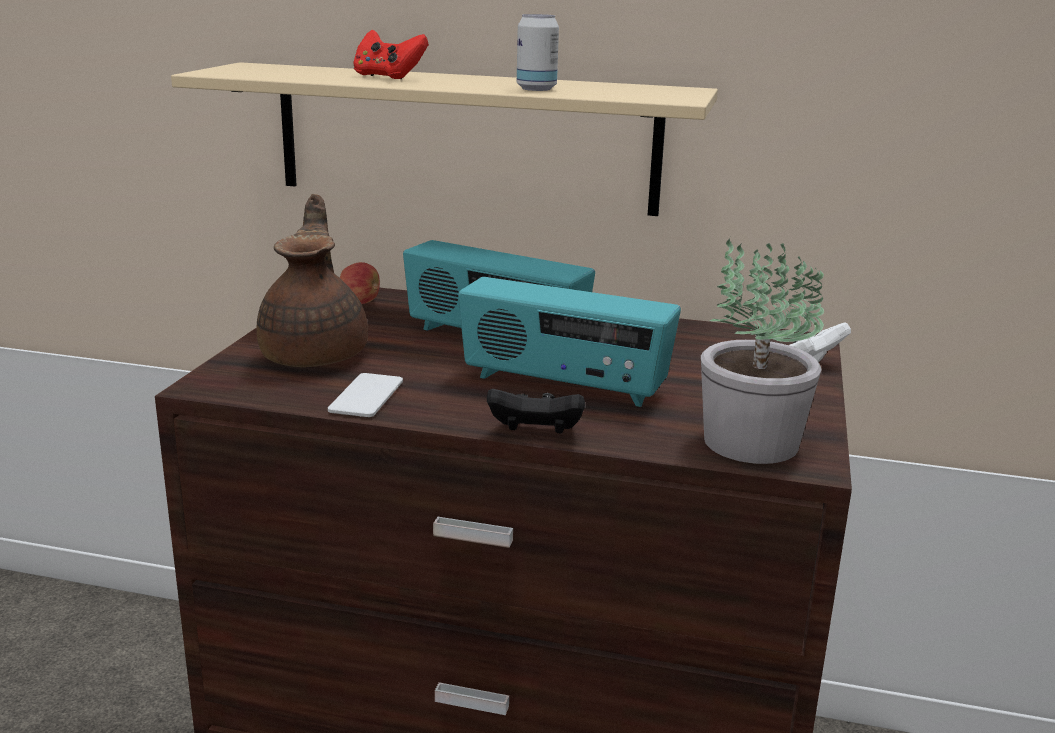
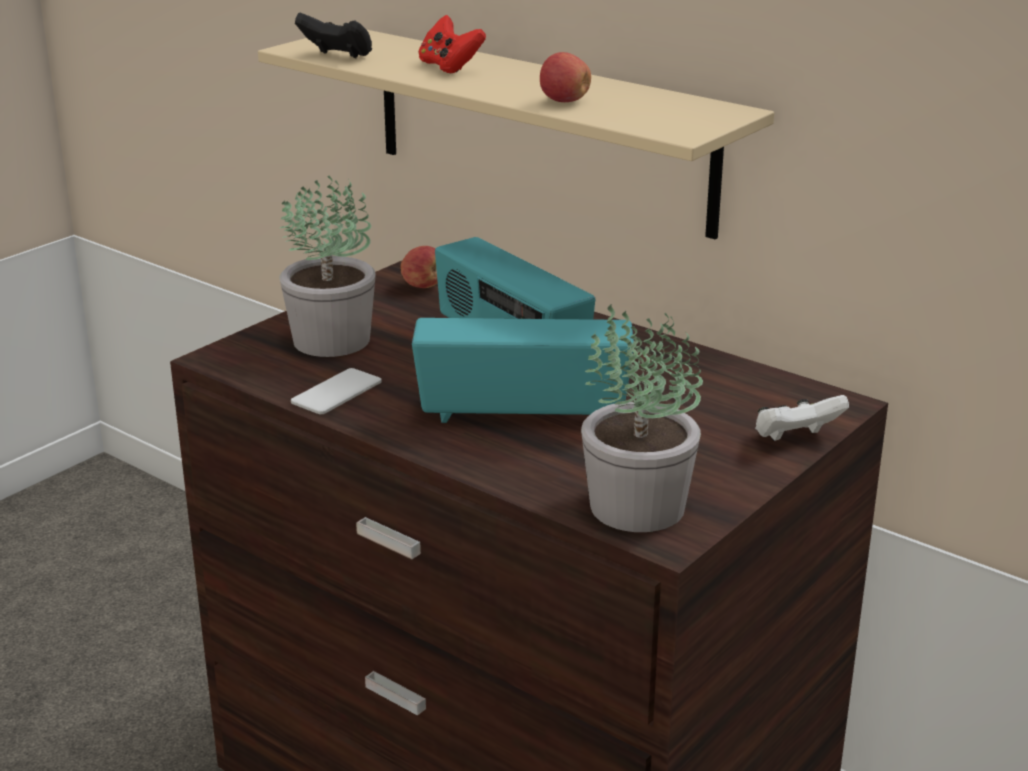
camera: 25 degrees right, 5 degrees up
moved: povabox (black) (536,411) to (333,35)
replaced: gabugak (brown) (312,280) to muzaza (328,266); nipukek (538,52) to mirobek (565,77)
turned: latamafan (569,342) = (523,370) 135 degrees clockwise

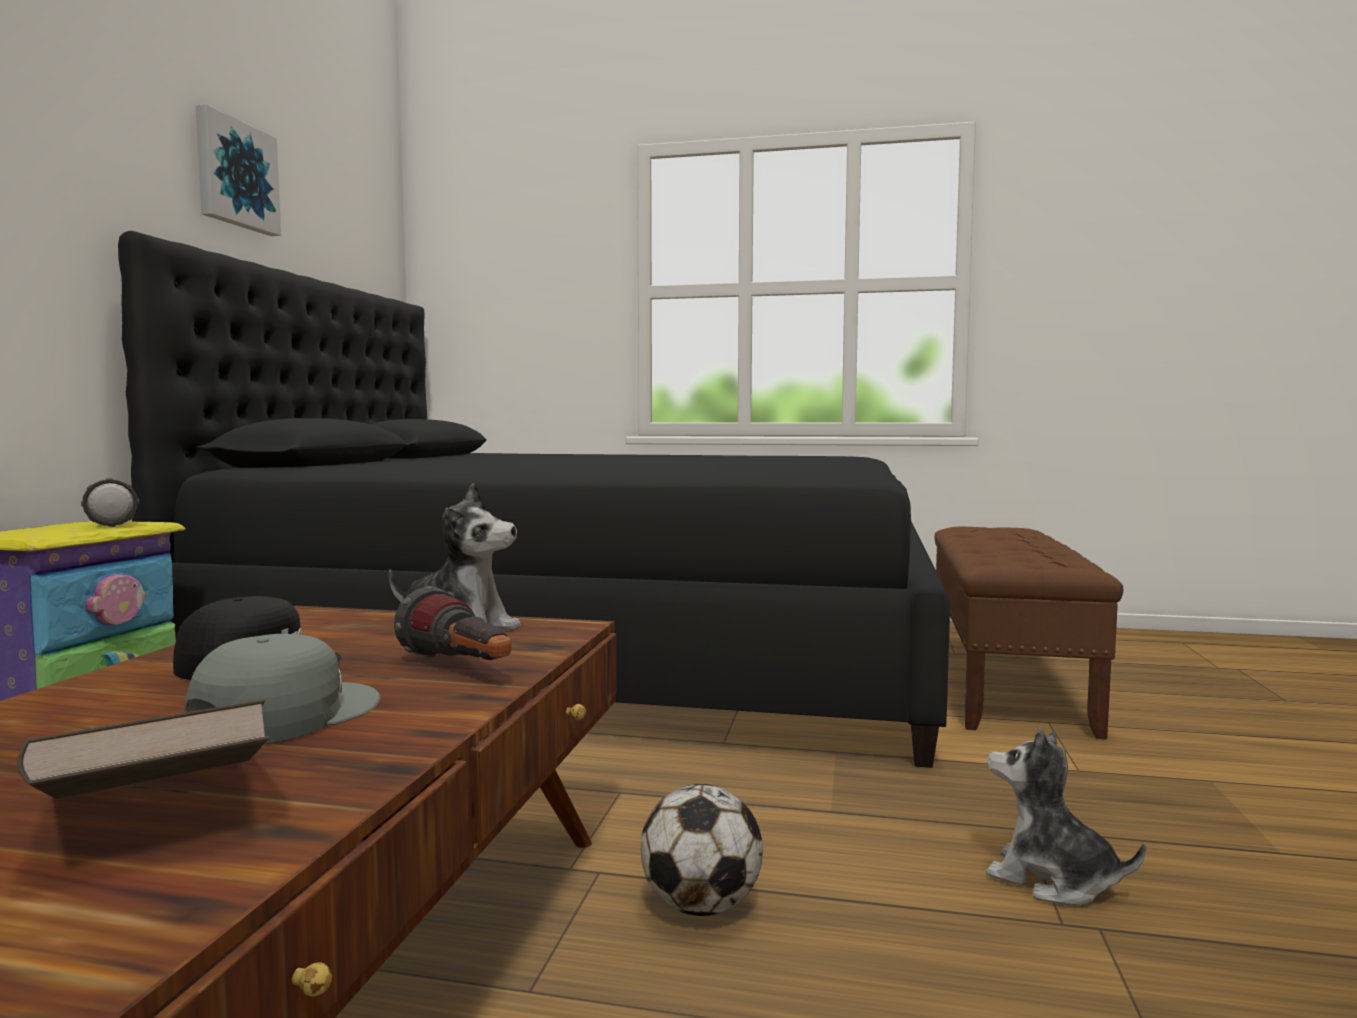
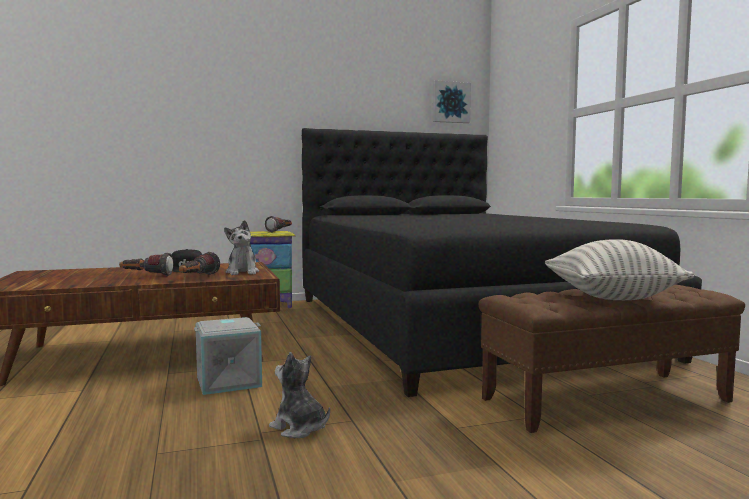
camera: 60 degrees right, 0 degrees up
removed: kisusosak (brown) (143,749)
added: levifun (619,269)
moved: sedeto (238,170) to (451,101)
replaced: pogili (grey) (282,689) to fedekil (146,264); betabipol (701,850) to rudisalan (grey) (228,356)
turned: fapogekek (1066,817) = (299,395) 60 degrees counterclockwise

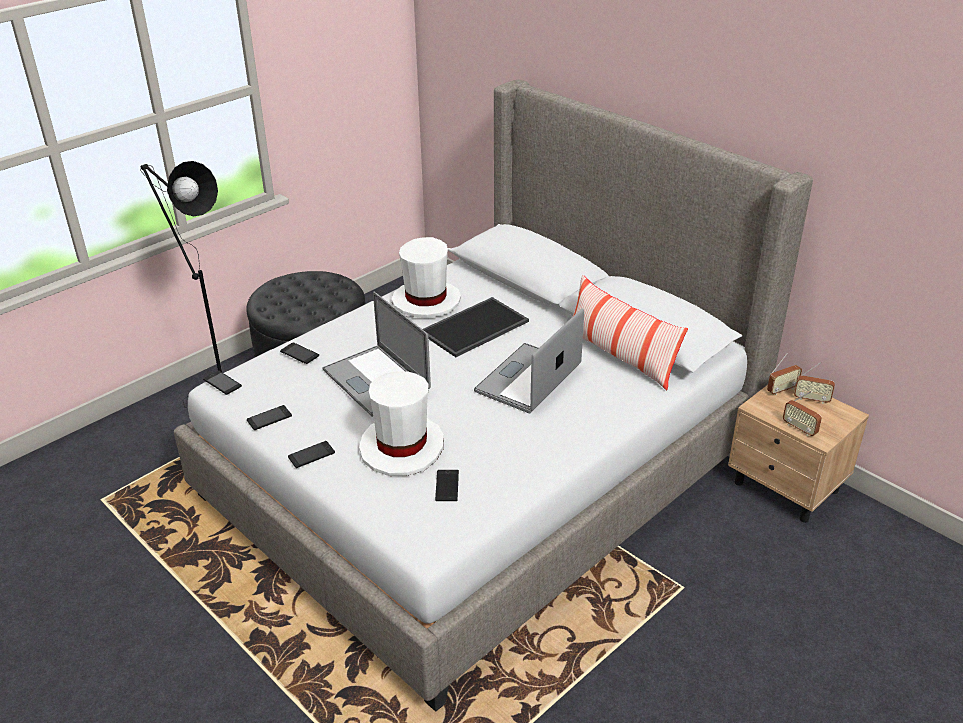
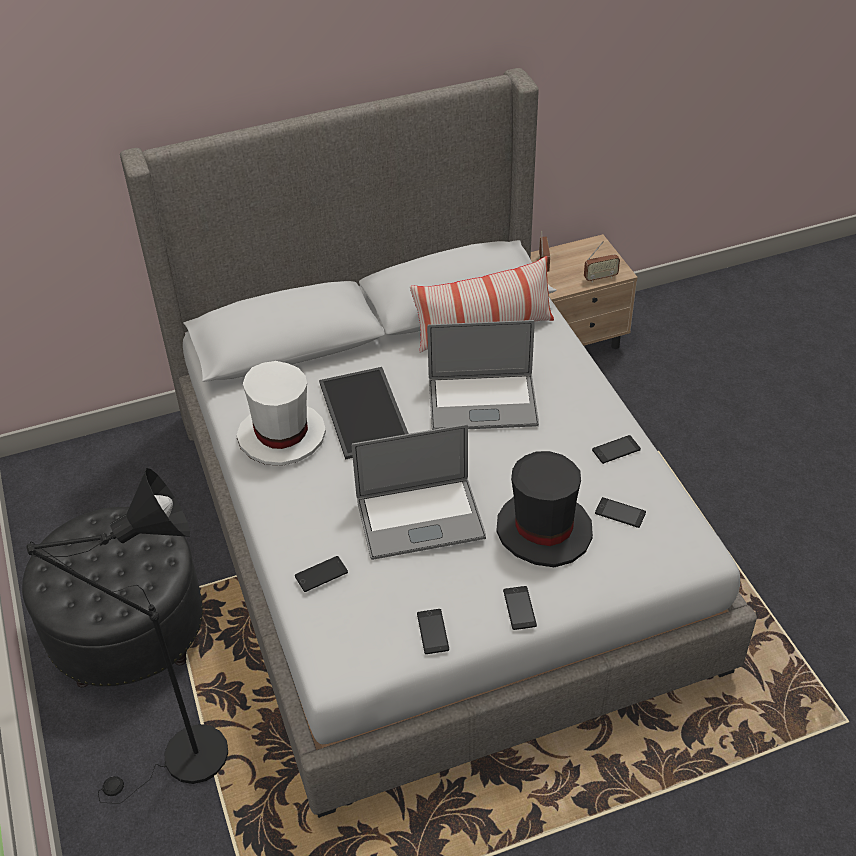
camera: 65 degrees left, 10 degrees up
removed: latamafan (814,383)
moved: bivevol (222,382) to (616,449)
recoloured: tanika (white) (401,423) to tanika (black) (545,509)
turned: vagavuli (529,360) = (483,375) 60 degrees counterclockwise

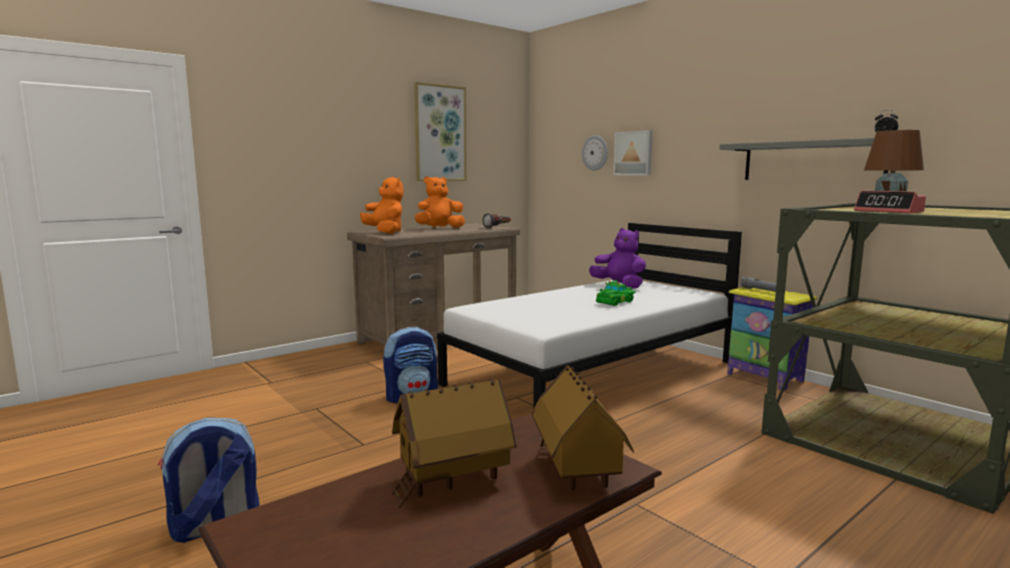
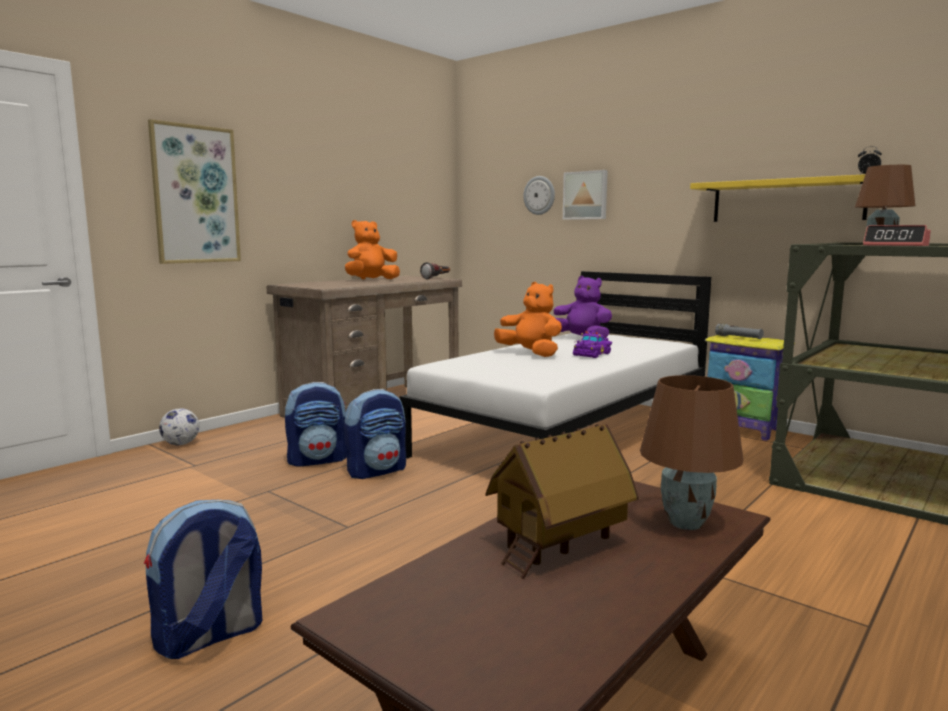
camera: 10 degrees left, 0 degrees up
added: betabipol (179,426); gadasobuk (316,424)
moved: fapogekek (orange) (382,205) to (528,319); sedeto (440,131) to (194,191)
replaced: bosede (583,427) to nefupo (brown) (691,452)
recoloured: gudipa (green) (615,293) to gudipa (purple) (592,344); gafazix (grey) (803,159) to gafazix (yellow) (779,198)

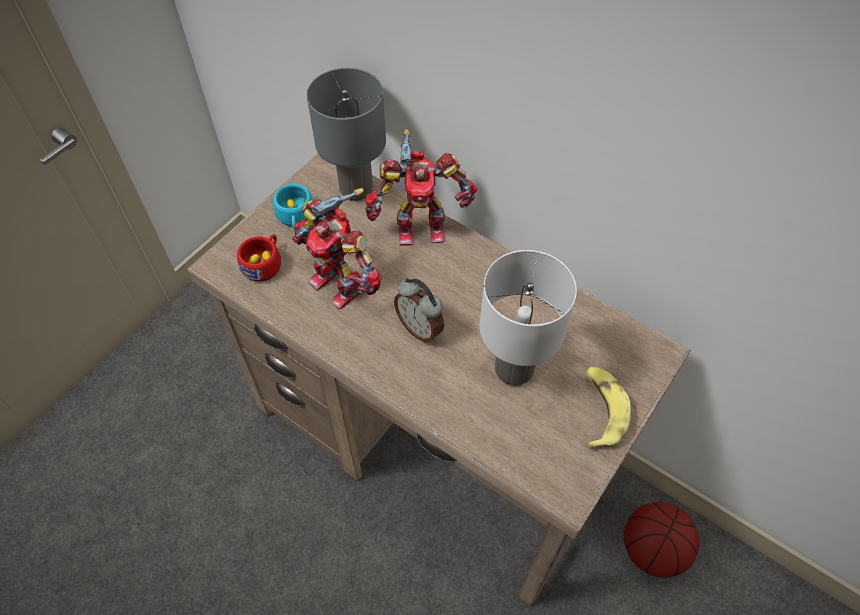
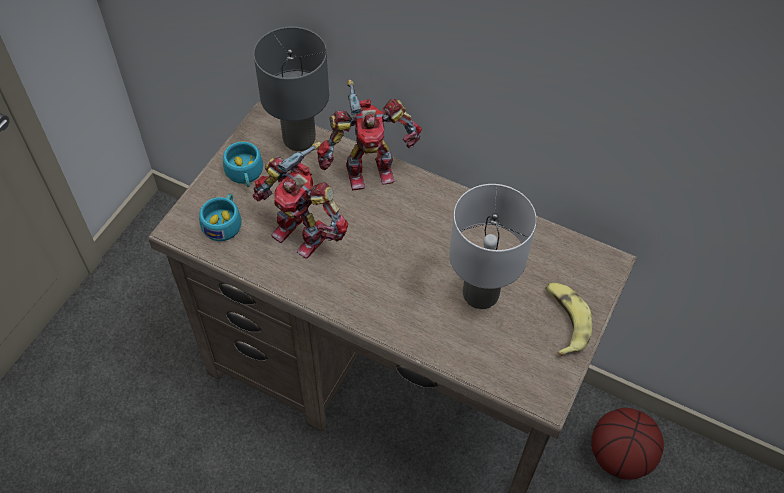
camera: 10 degrees left, 0 degrees up
removed: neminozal (419,310)
recoloured: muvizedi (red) (259,258) to muvizedi (turquoise) (220,217)

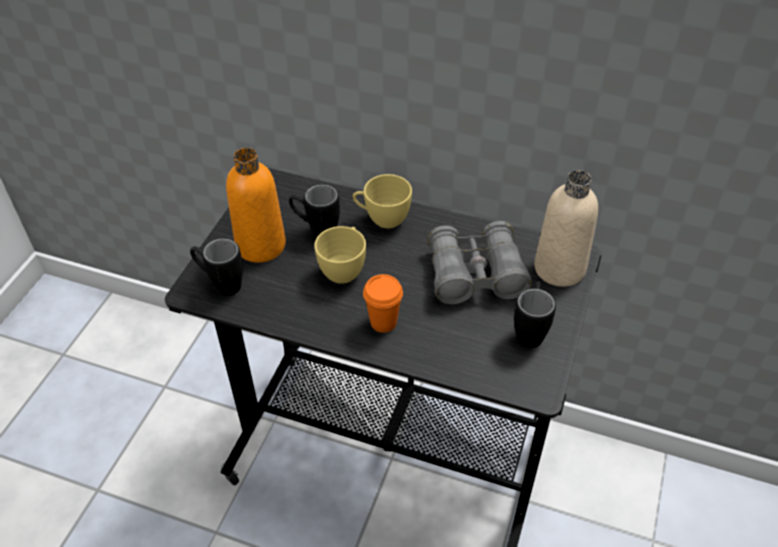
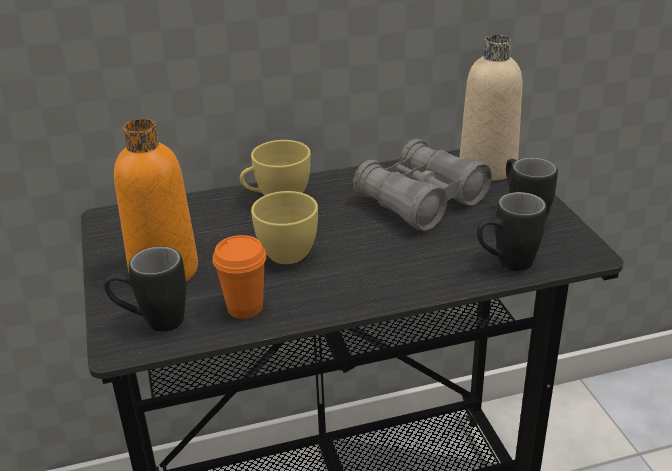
camera: 35 degrees left, 15 degrees down
moved: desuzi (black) (314,210) to (512,231); muvizedi (orange) (383,303) to (240,277)

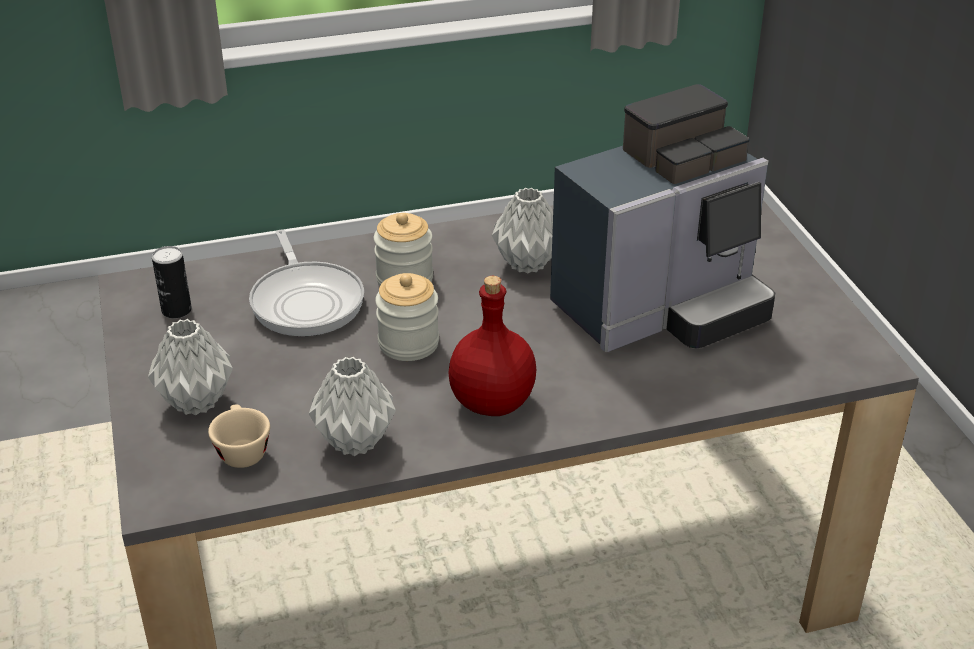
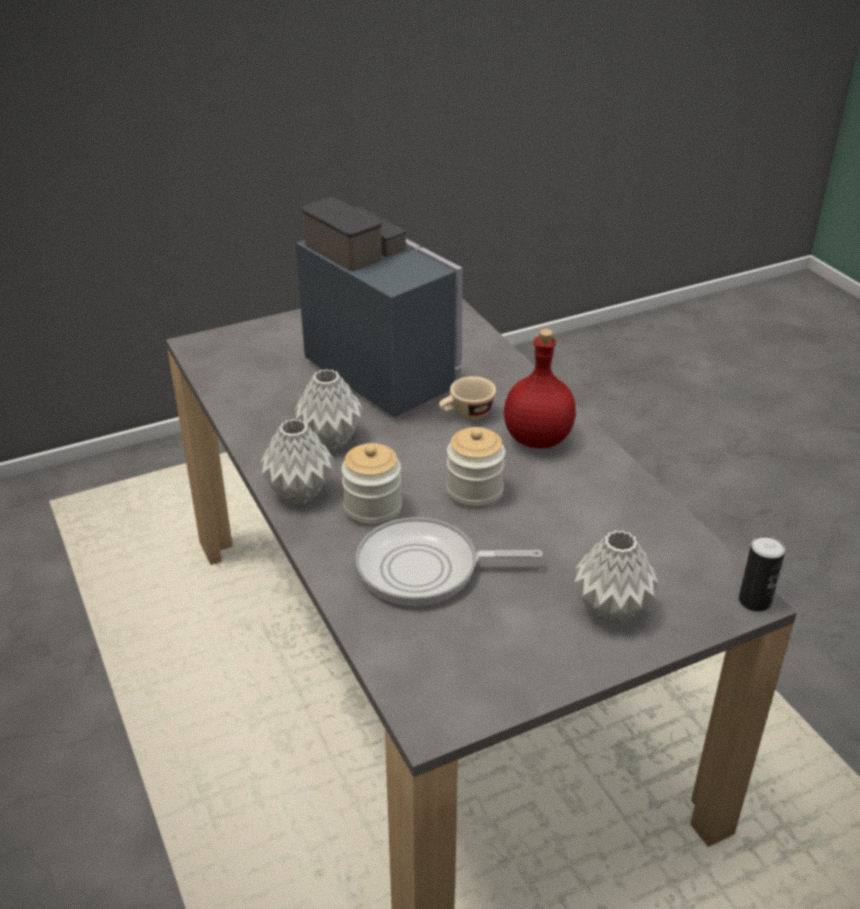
camera: 100 degrees left, 0 degrees up
moved: nipukek (172,282) to (762,573); muvizedi (beige) (239,436) to (467,398); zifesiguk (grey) (352,406) to (296,462)
turned: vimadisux (306,283) = (449,561) 150 degrees counterclockwise

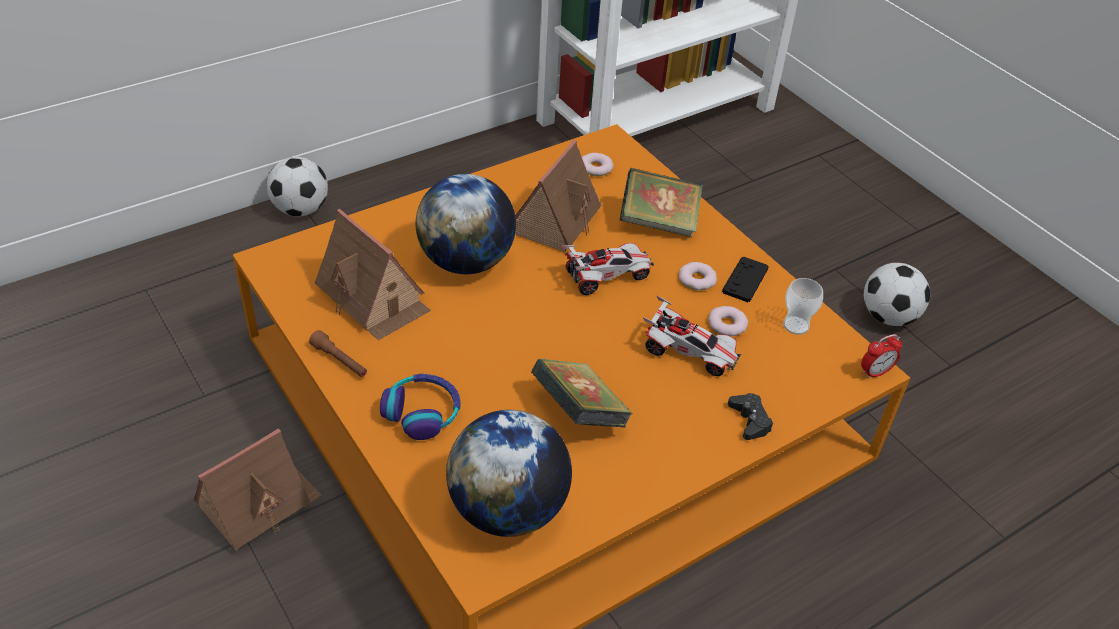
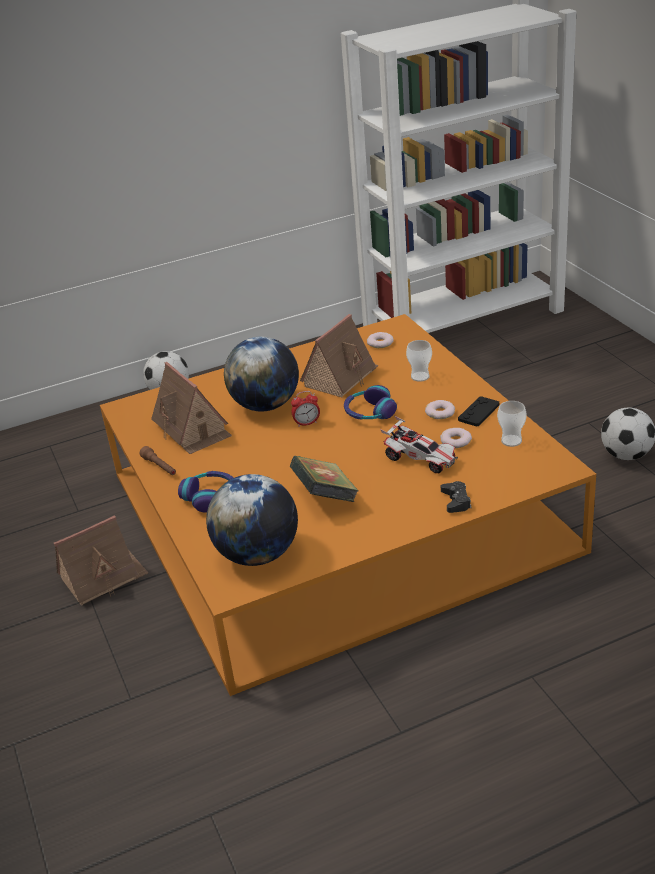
camera: 15 degrees right, 10 degrees down
moved: neminozal (881,356) to (305,409)
replaced: gudipa (608,269) to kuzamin (370,402); kisusosak (661,202) to muvizedi (419,361)

